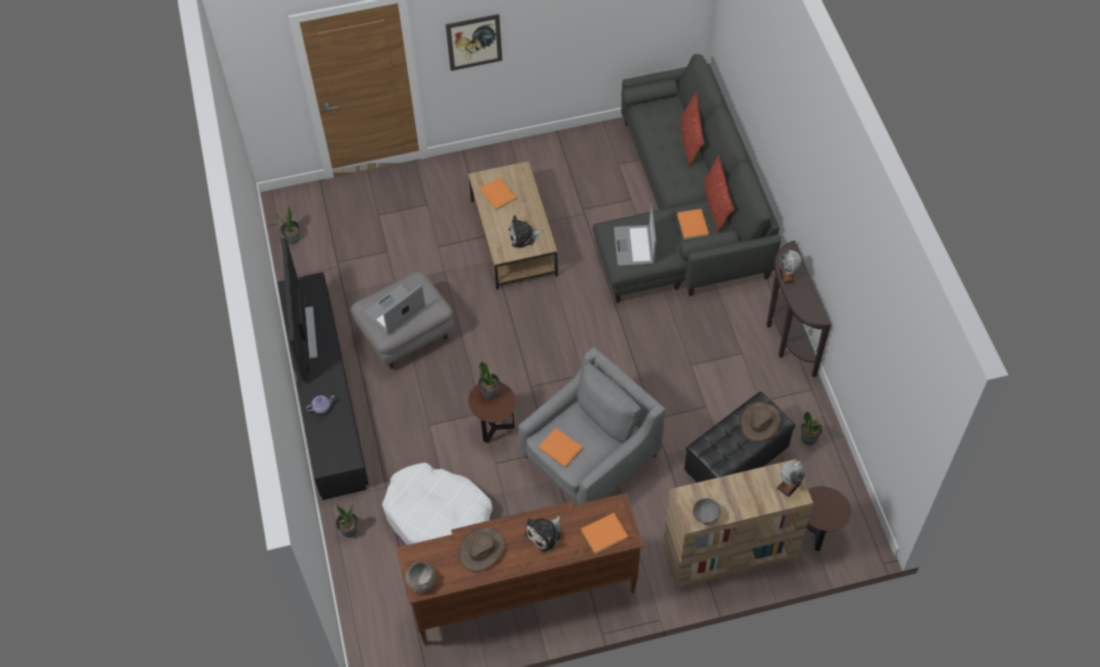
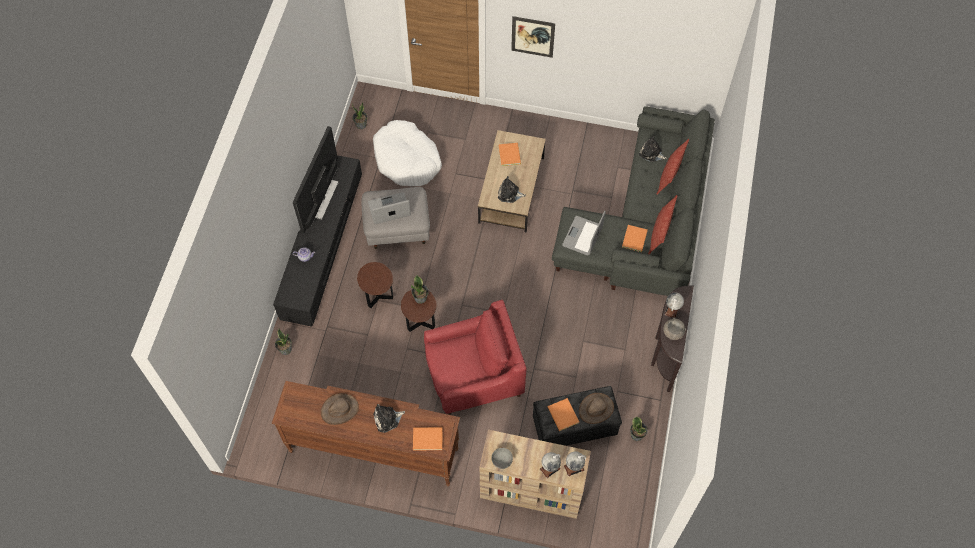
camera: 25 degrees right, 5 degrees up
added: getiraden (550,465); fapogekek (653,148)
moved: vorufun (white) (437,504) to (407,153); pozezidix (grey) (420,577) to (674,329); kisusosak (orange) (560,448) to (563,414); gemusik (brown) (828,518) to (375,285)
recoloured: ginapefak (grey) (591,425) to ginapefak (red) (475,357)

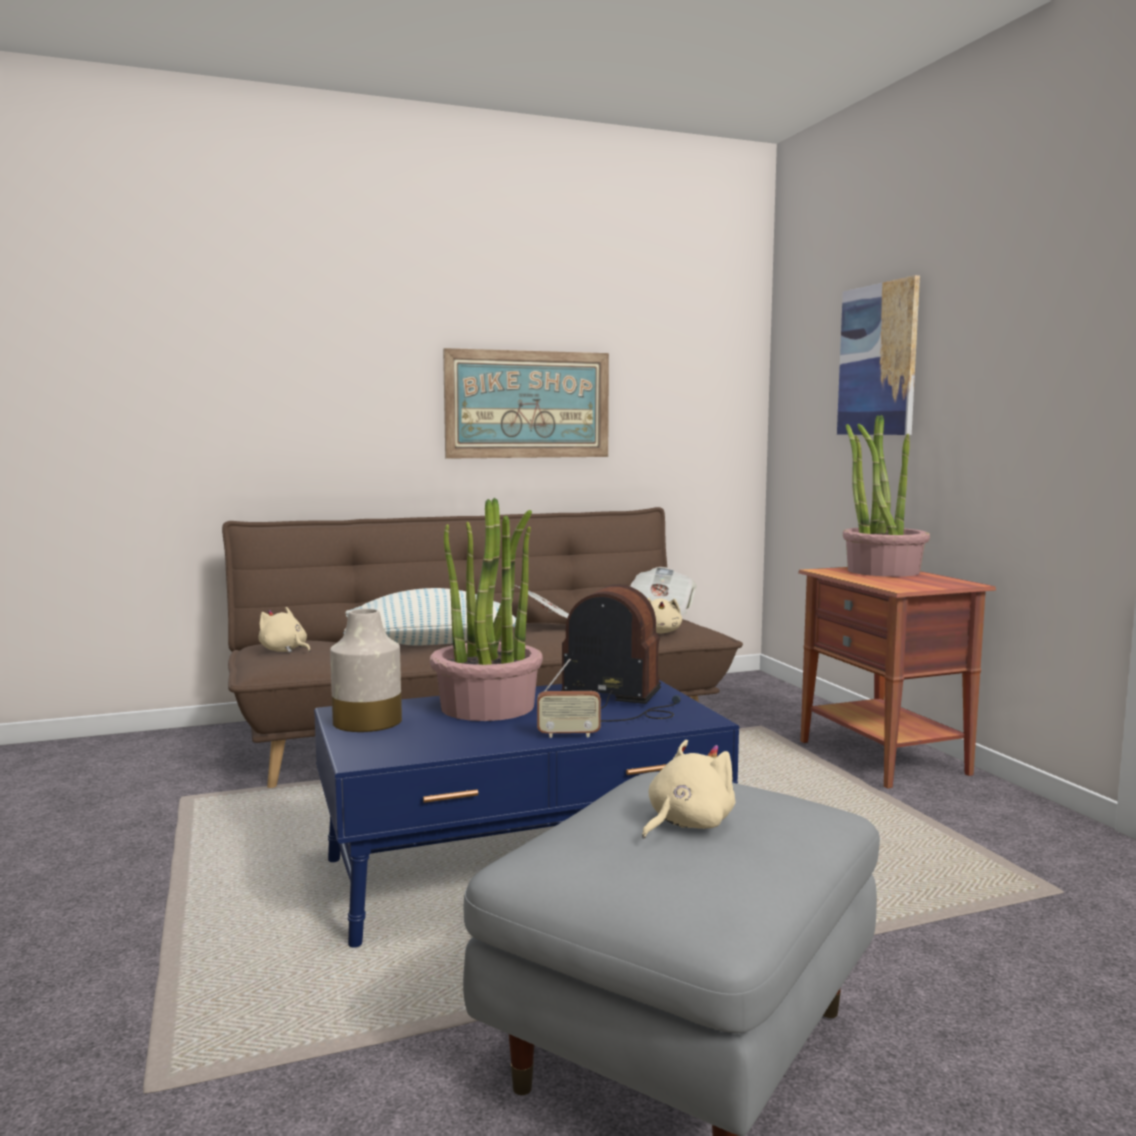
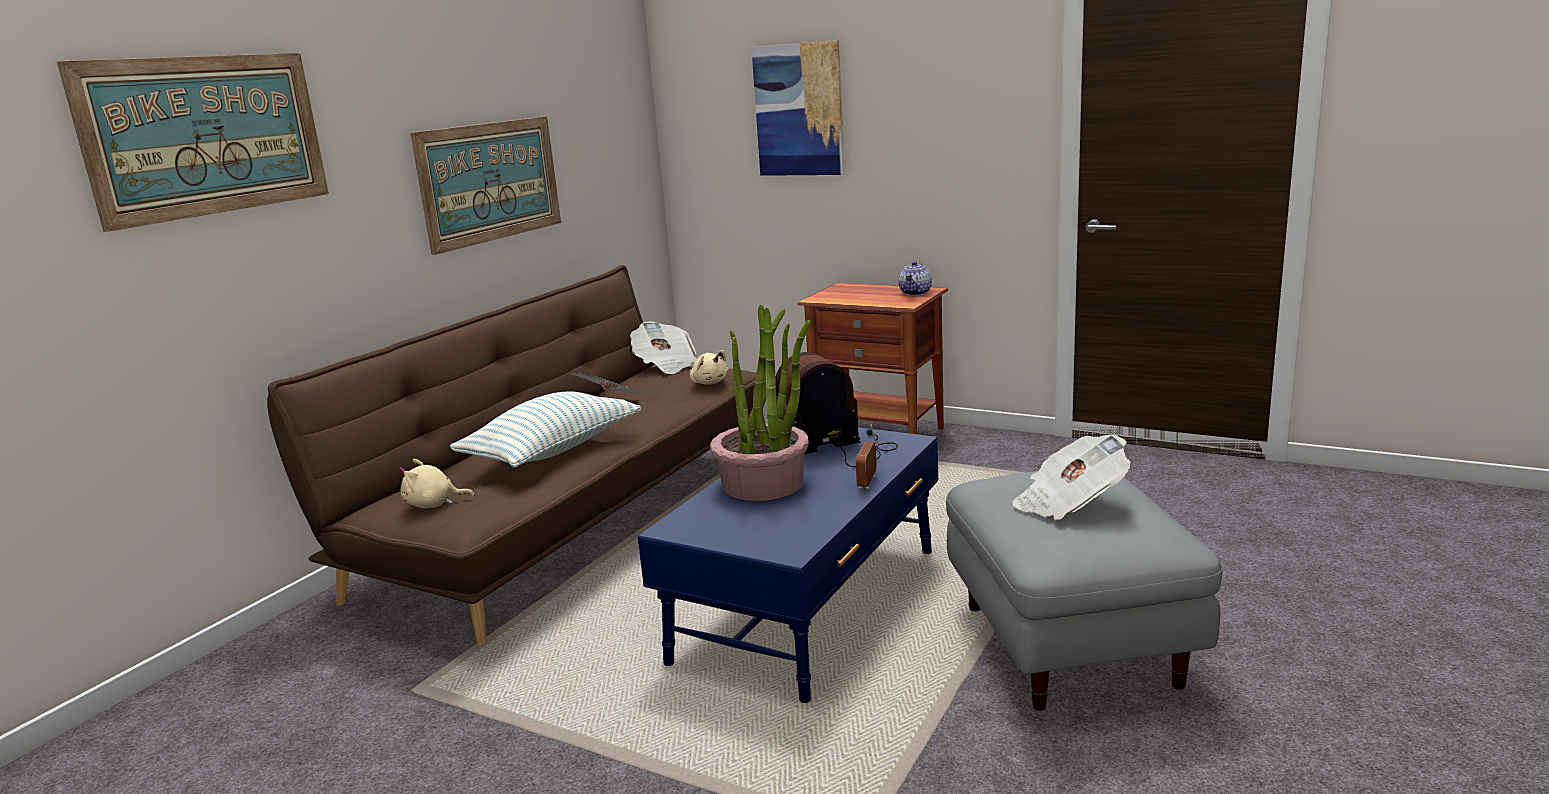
camera: 40 degrees left, 10 degrees up
removed: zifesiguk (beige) (366,670); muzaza (886,496)
added: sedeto (193,142); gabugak (915,278)
replaced: fapogekek (beige) (688,789) to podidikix (1071,477)
turned: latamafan (569,698) = (867,457) 150 degrees clockwise

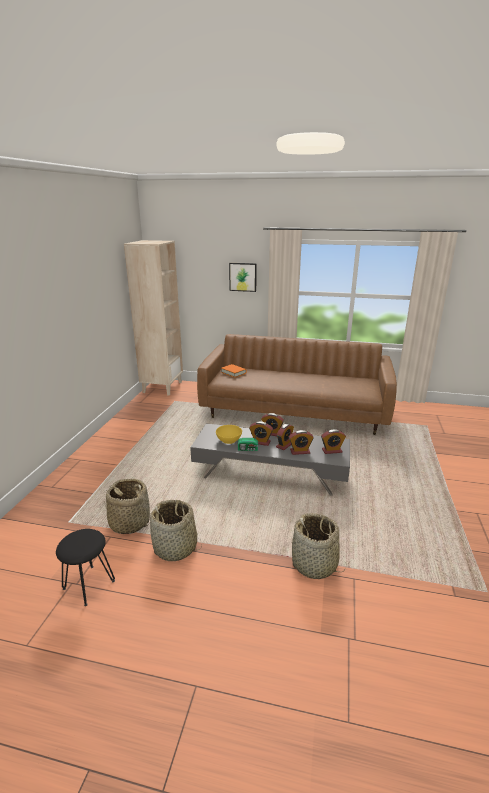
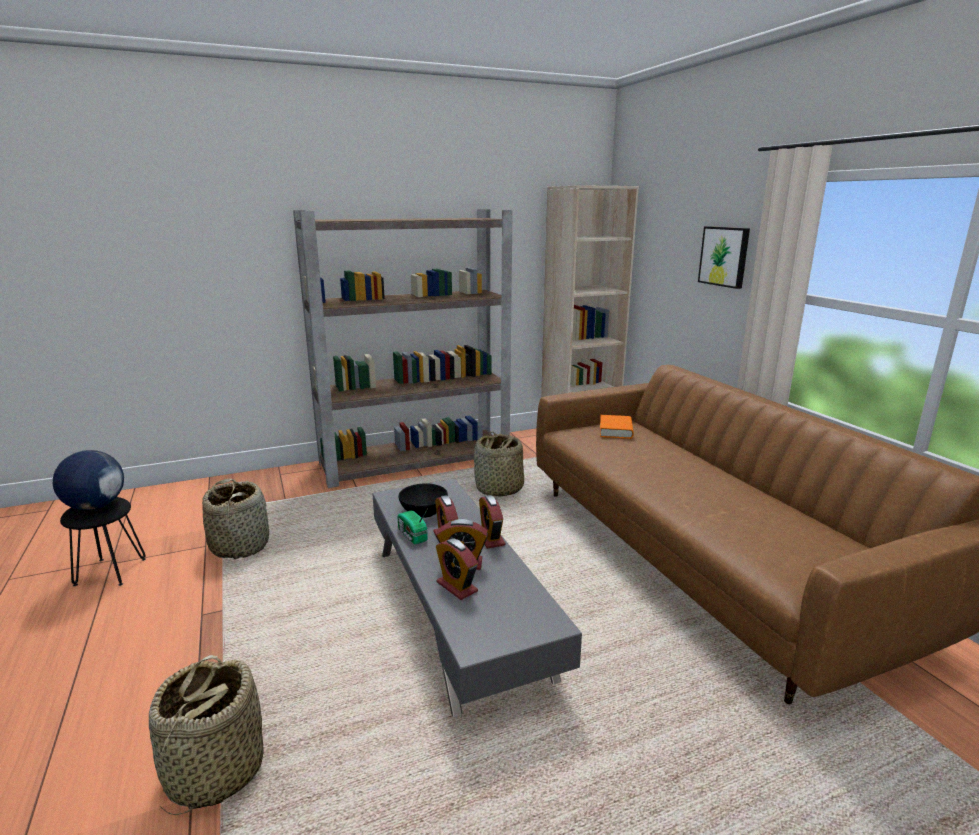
camera: 55 degrees right, 5 degrees down
removed: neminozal (333,441)
added: getiraden (88,480); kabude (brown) (403,348)
moved: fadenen (176,530) to (499,464)
recoloured: pozezidix (yellow) (229,434) to pozezidix (black) (423,500)

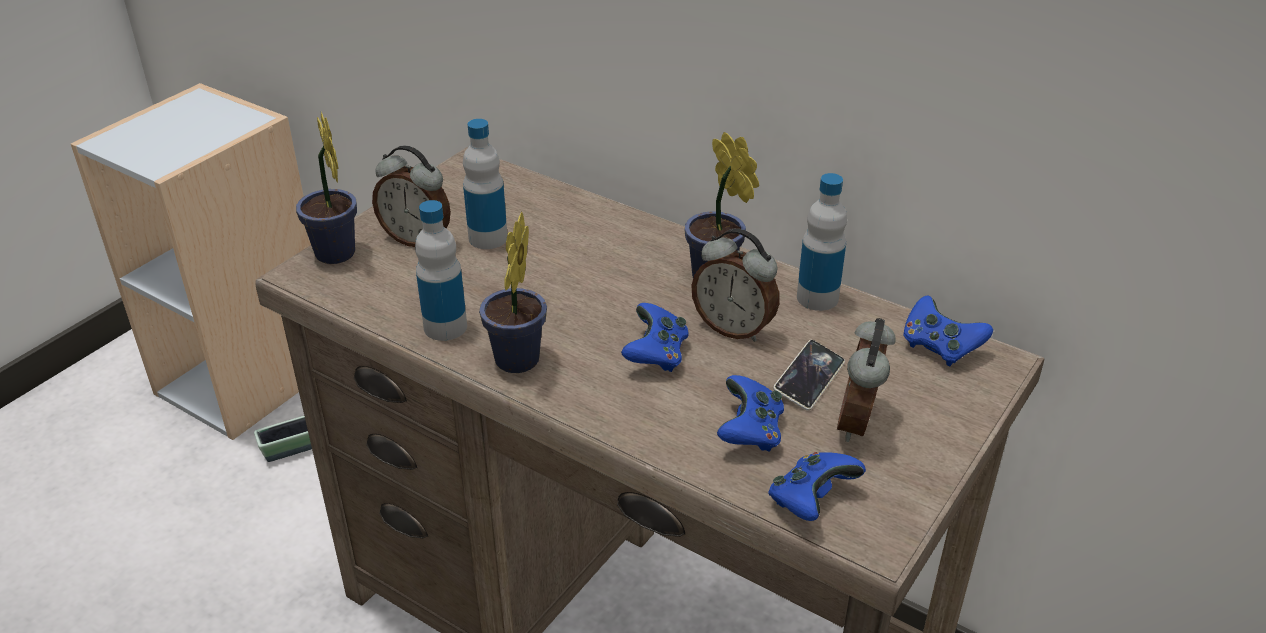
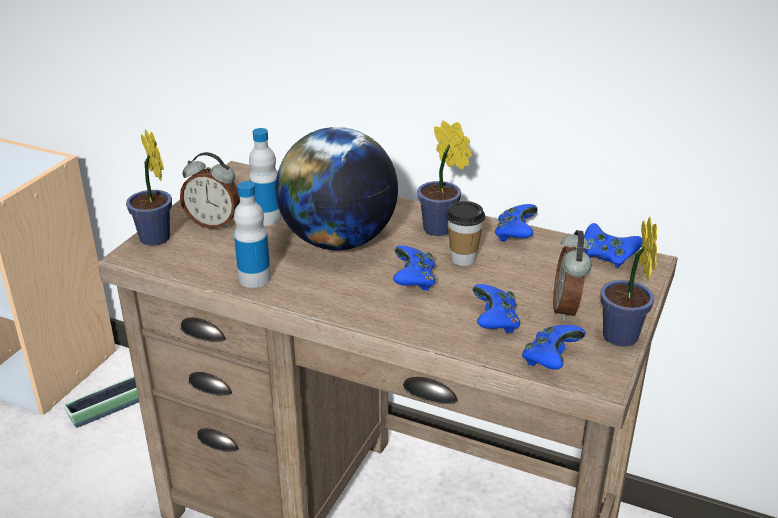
camera: 10 degrees left, 5 degrees down
removed: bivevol (809,375)
added: getiraden (337,188)
moved: muzaza (513,292) to (629,282)
replaced: neminozal (735,285) to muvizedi (465,233); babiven (822,242) to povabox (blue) (516,222)

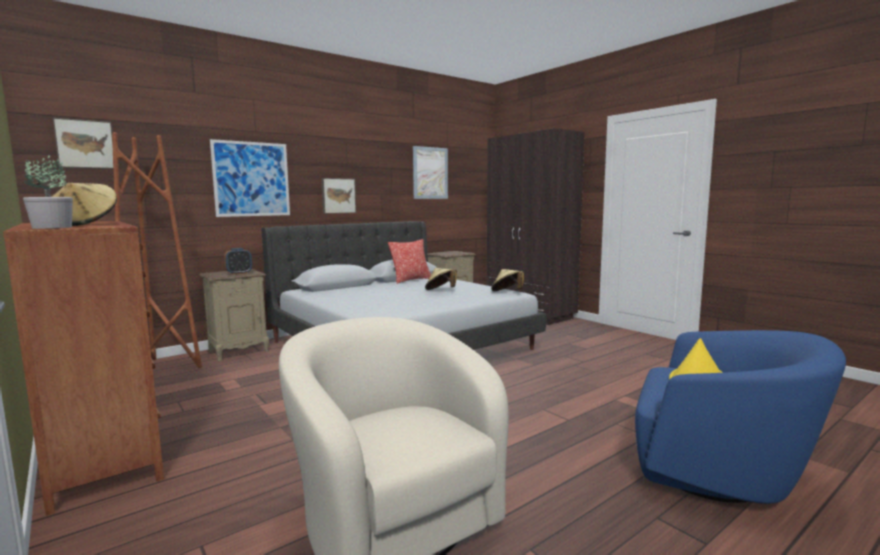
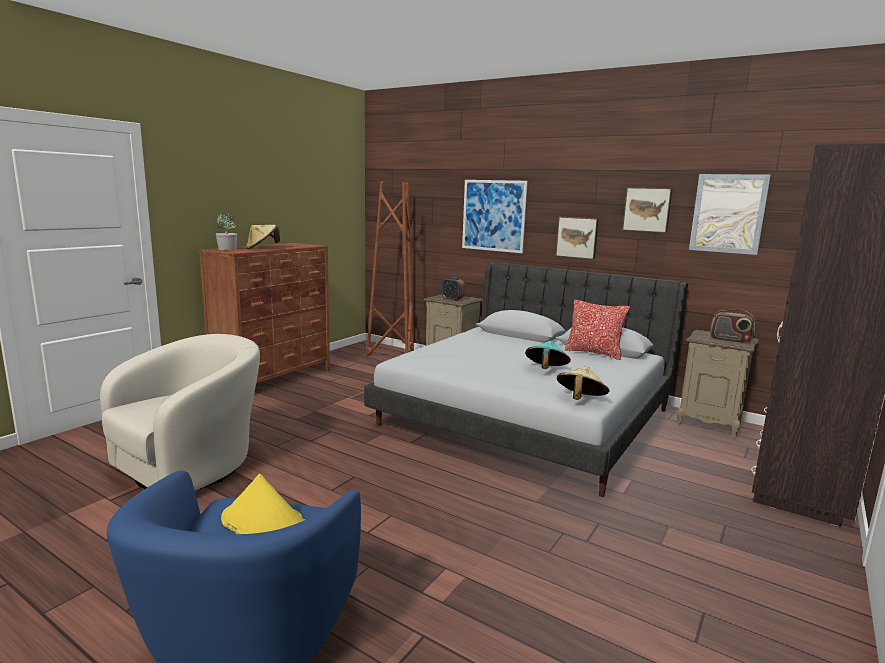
camera: 70 degrees right, 5 degrees up
added: latamafan (732,326)
moved: sedeto (83,143) to (647,210)
recoloured: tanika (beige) (441,279) to tanika (turquoise) (548,355)

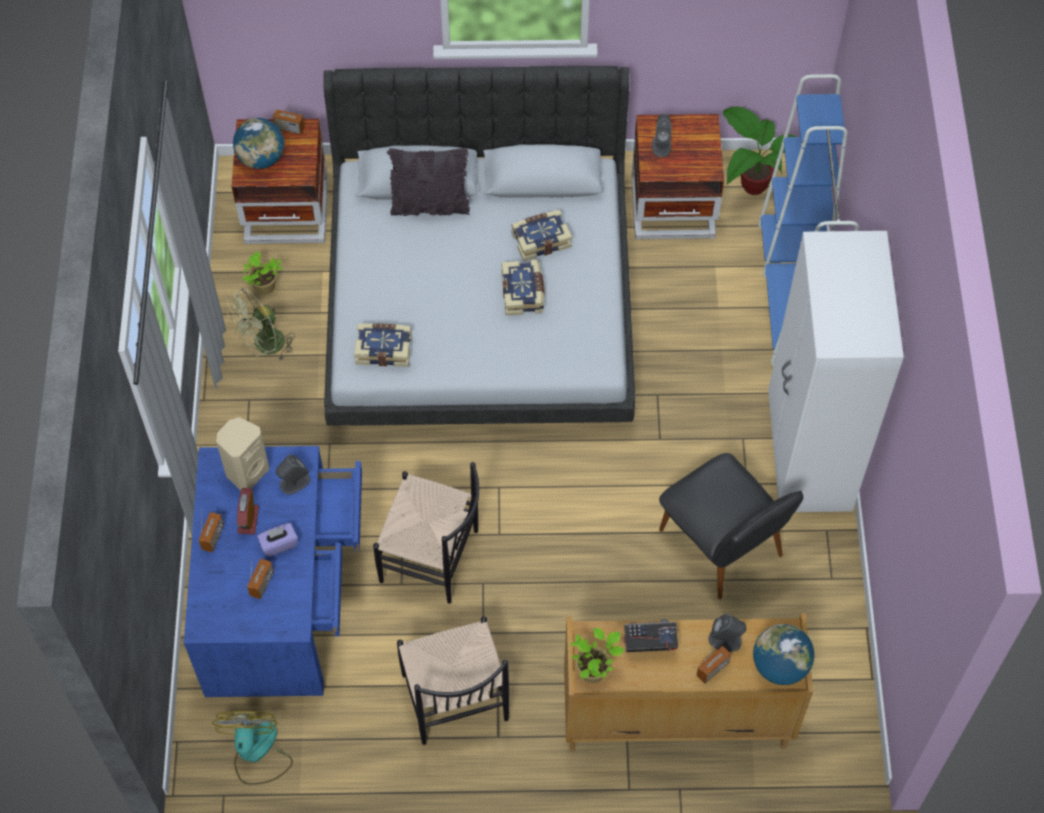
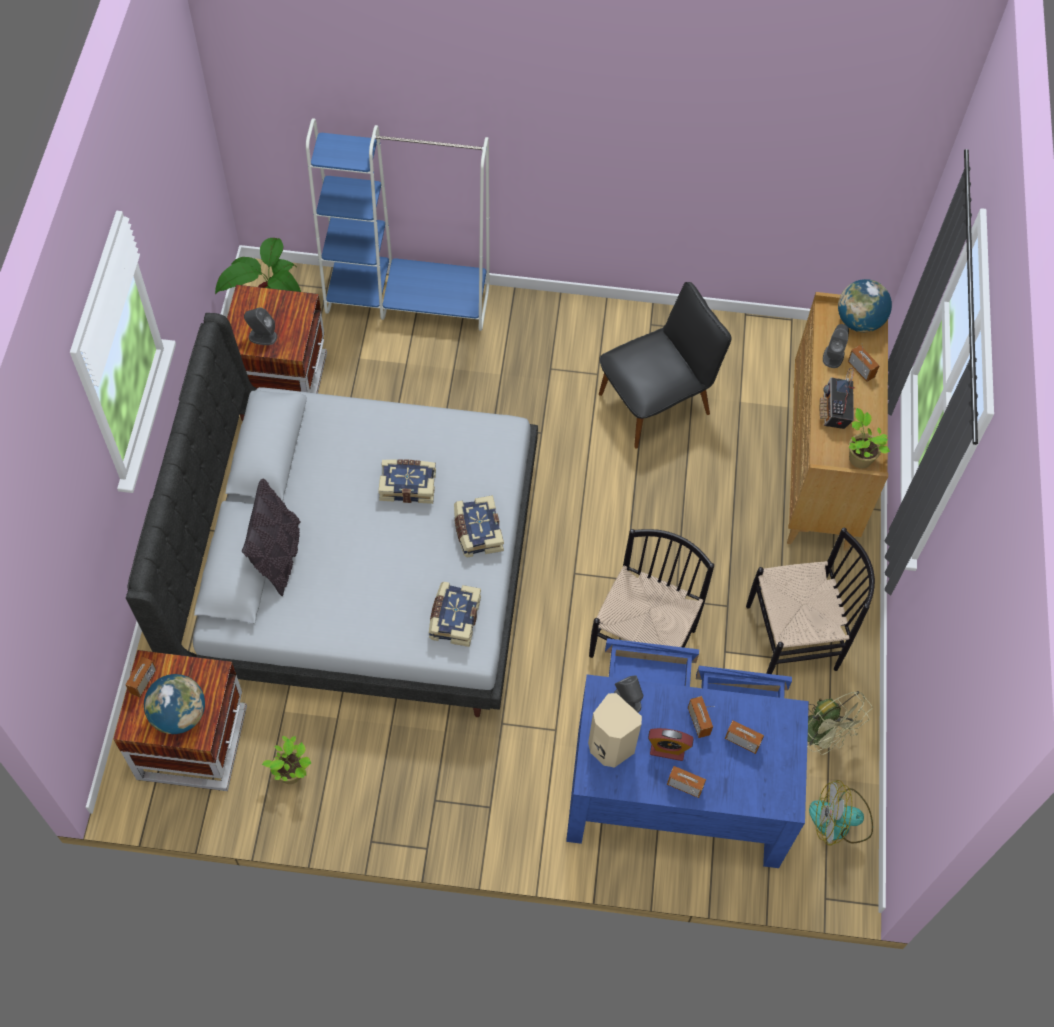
camera: 85 degrees left, 0 degrees up
removed: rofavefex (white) (836,371)
moved: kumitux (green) (261,323) to (839,723); kisusosak (541,235) to (479,526)
replaced: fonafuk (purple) (277,540) to latamafan (701,717)

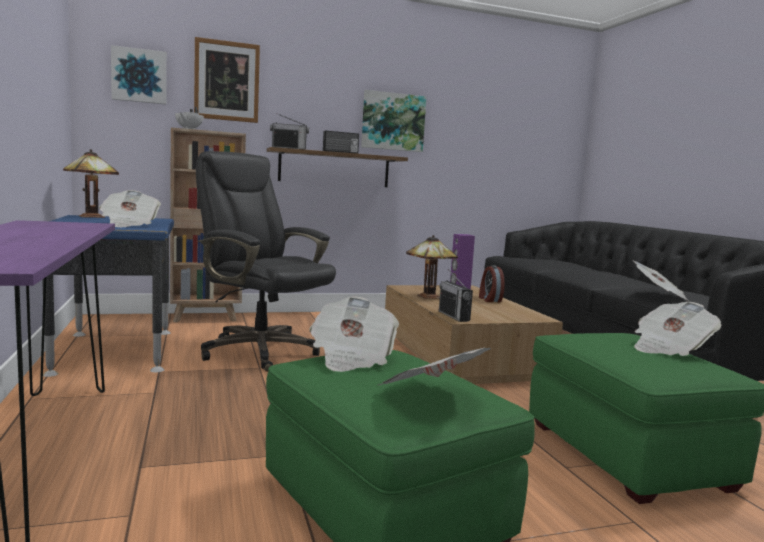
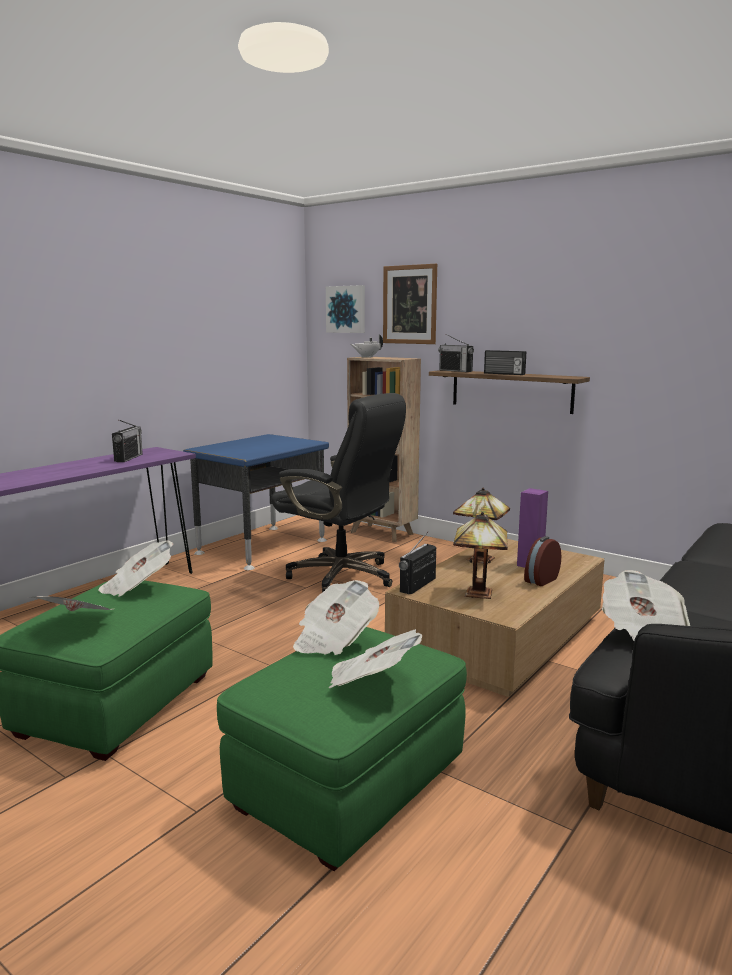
camera: 55 degrees right, 5 degrees up
removed: sedeto (393,121)
added: latamafan (127,441)
moved: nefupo (91,183) to (480,555); podidikix (130,208) to (336,617)
turned: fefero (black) (266,261) = (338,492) 120 degrees clockwise

